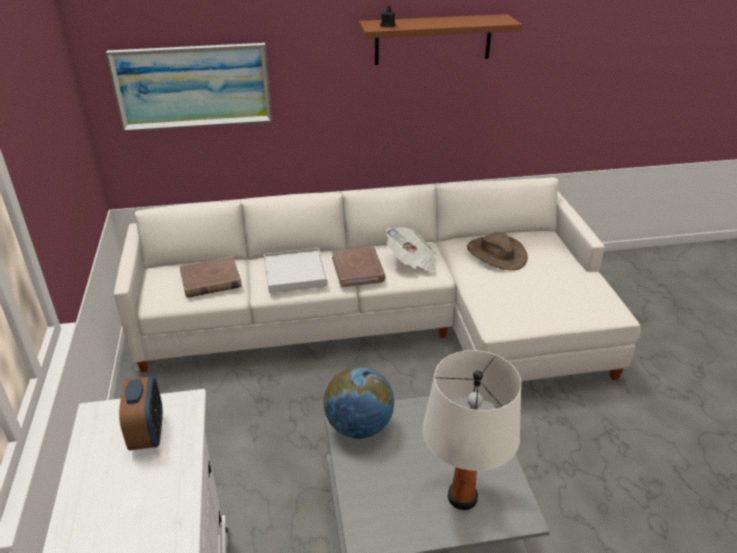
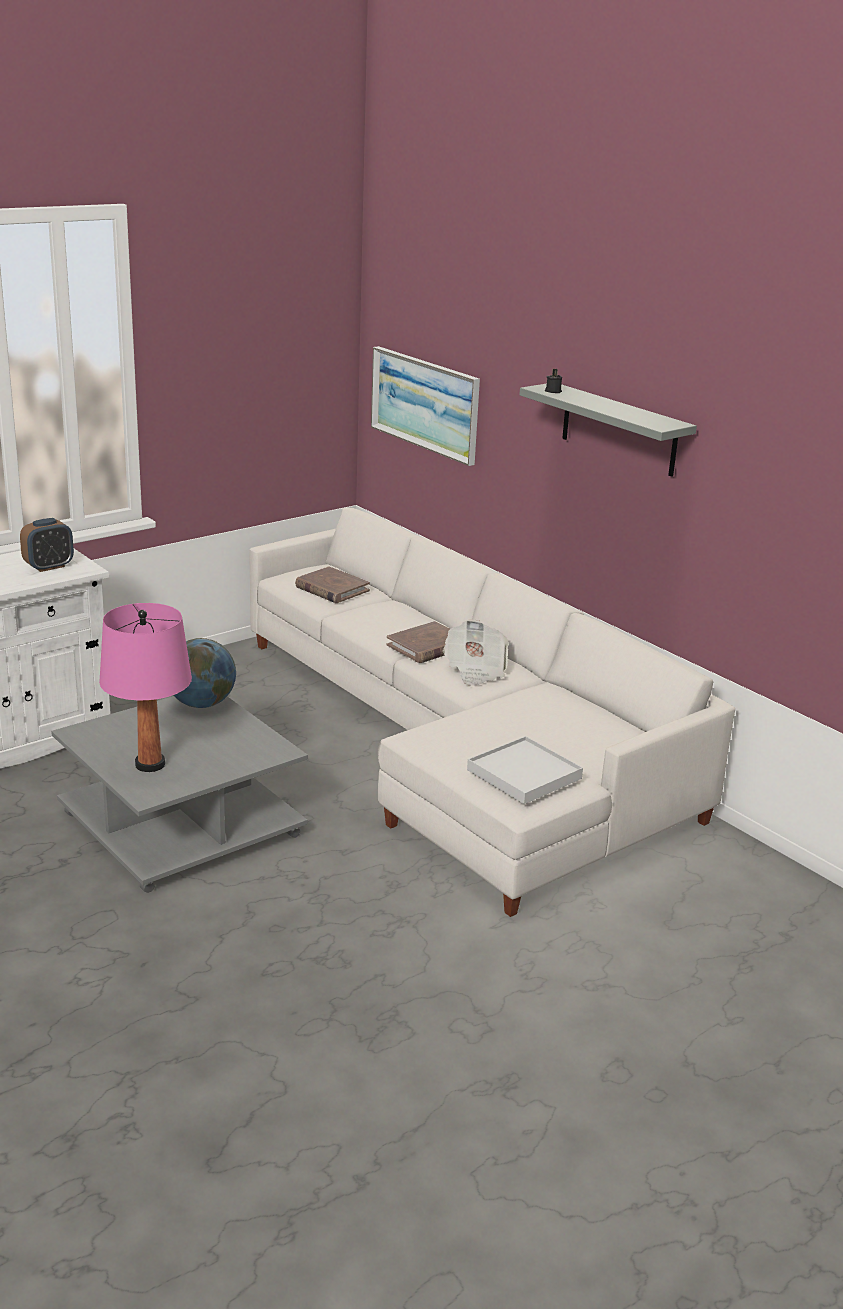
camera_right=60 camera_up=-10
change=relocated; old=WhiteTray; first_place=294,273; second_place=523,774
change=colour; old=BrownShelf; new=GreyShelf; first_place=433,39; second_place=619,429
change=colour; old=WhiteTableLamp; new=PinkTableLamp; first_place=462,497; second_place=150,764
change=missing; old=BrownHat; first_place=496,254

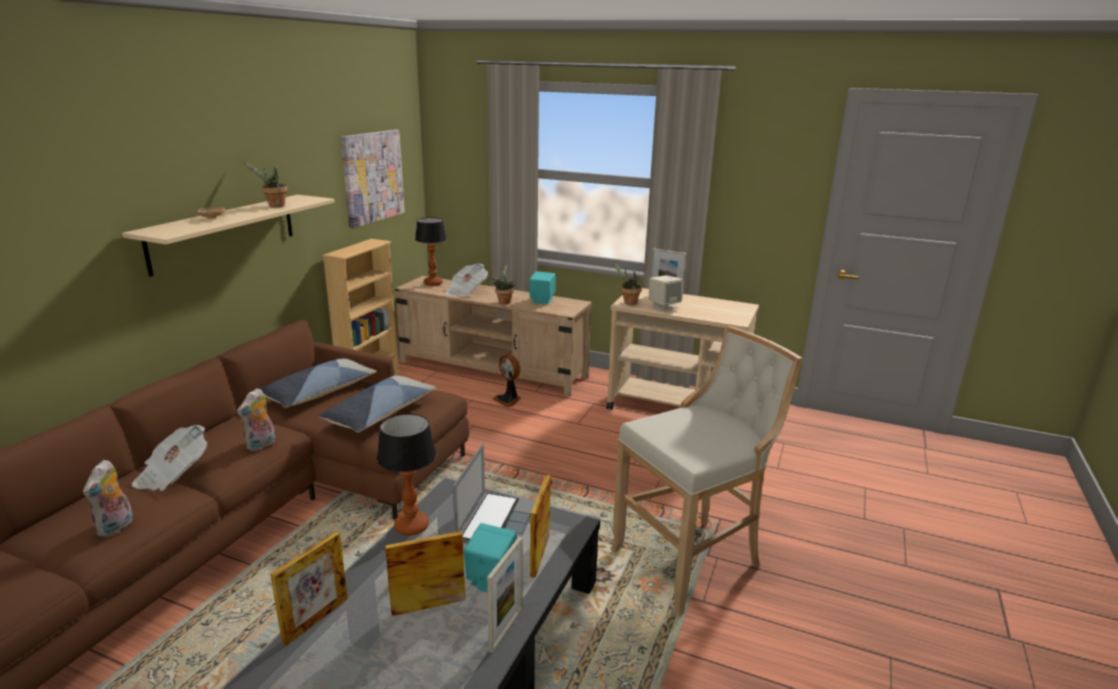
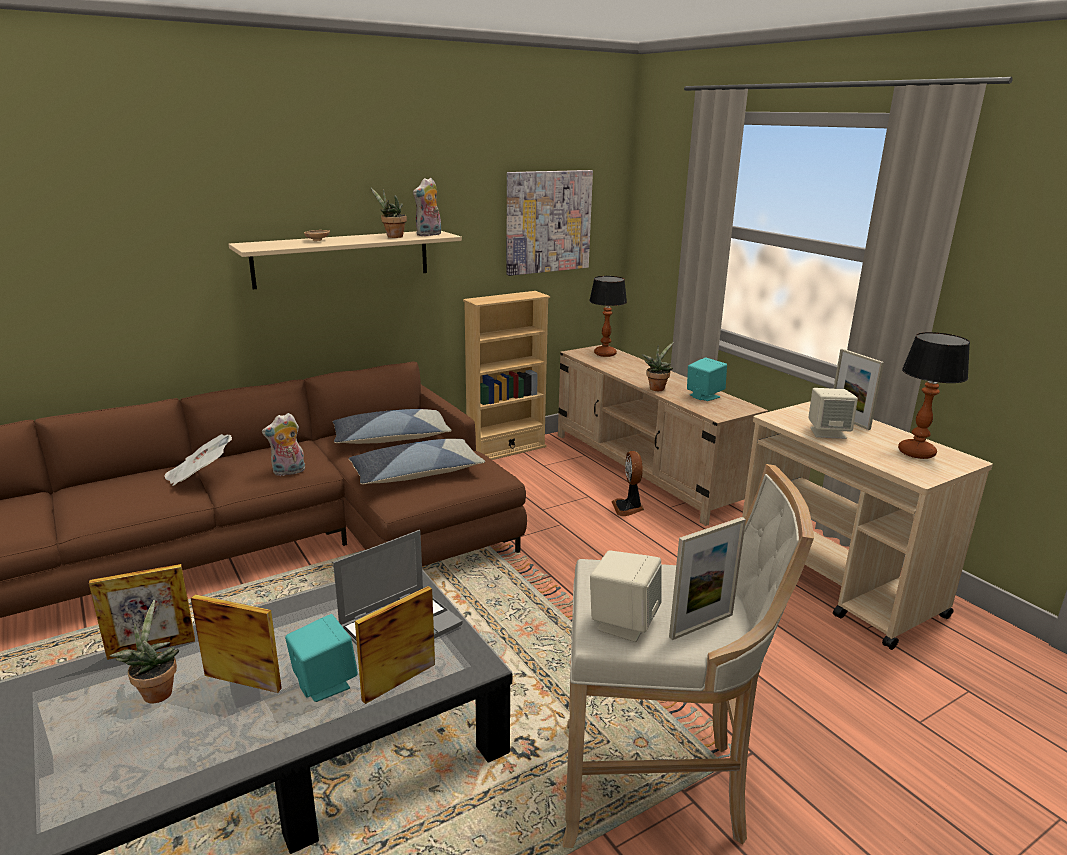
camera_right=35 camera_up=0
change=relocated; old=PlushToy; first_place=116,527; second_place=429,235
change=relocated; old=TableLamp; first_place=411,526; second_place=915,453
change=missing; old=Newspaper; first_place=466,291
change=relocated; old=PictureFrame; first_place=506,629; second_place=701,626
change=relocated; old=PottedPlant; first_place=628,302; second_place=156,692
change=appeared; new=BeigeSpeaker; second_place=623,623

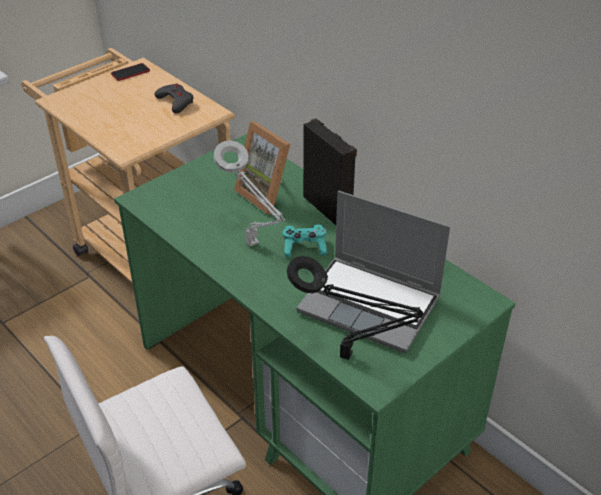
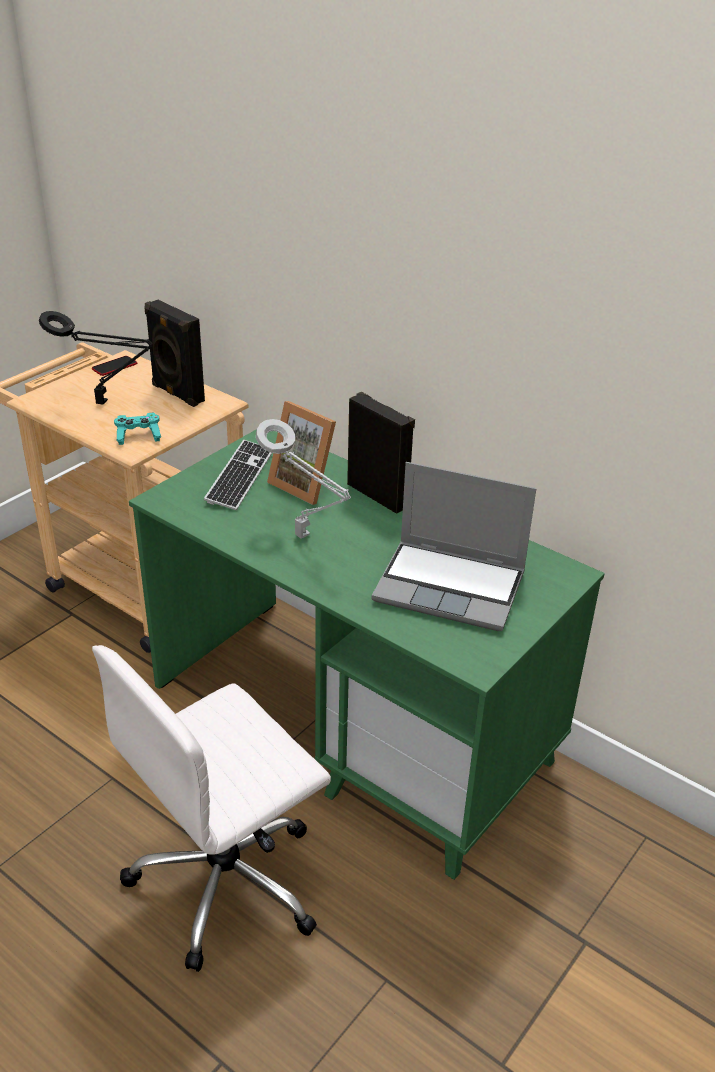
camera_right=-10 camera_up=-5
change=exchanged; old=GreyGameController; new=BlackSpeaker; first_place=175,101; second_place=176,394
change=relocated; old=TurquoiseGameController; first_place=304,247; second_place=138,436
change=relocated; old=BlackTableLamp; first_place=350,356; second_place=105,403
change=appeared; new=Keyboard; second_place=240,477

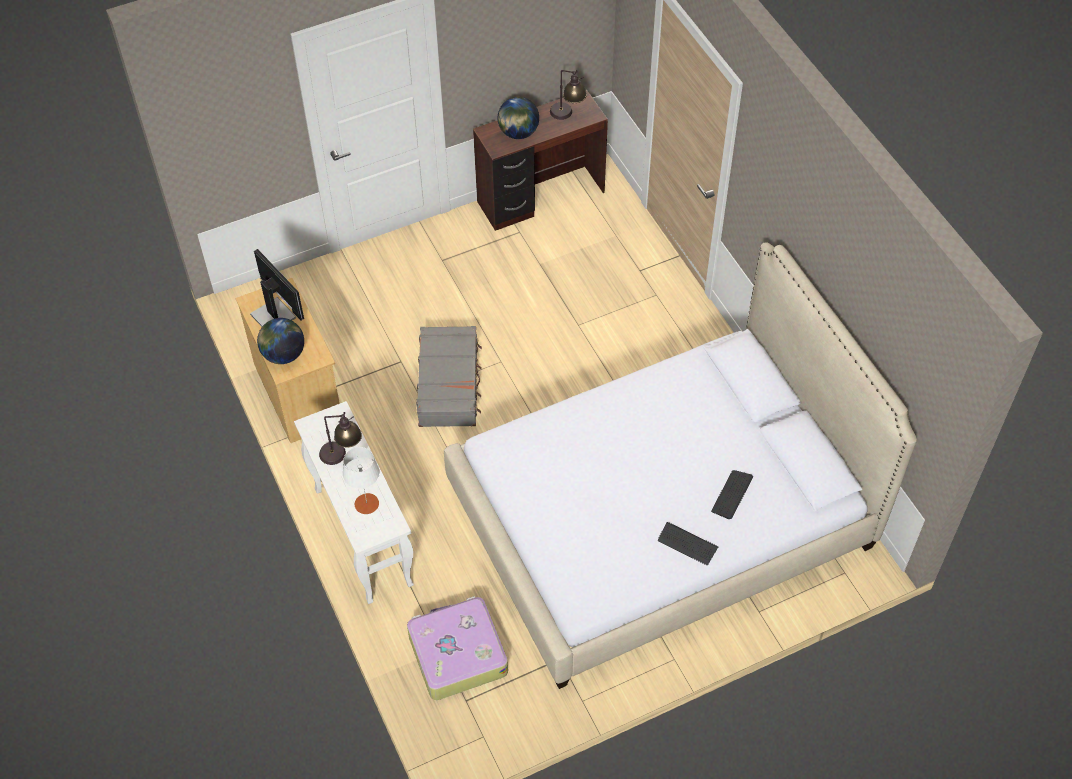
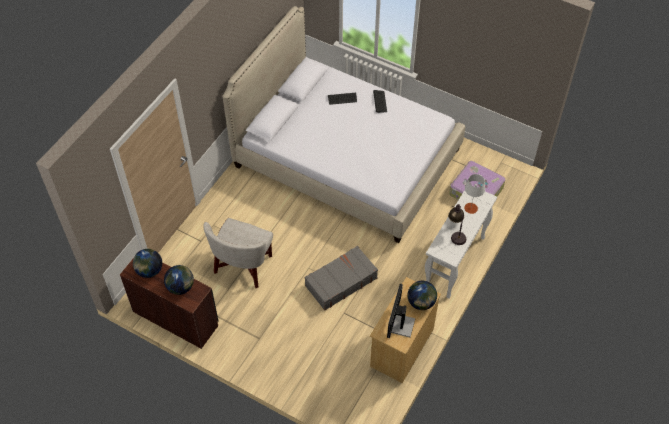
camera_right=-125 camera_up=0
change=exchanged; old=TableLamp; new=Globe; first_place=567,116; second_place=149,271
change=appeared; new=WhiteArmchair; second_place=243,265

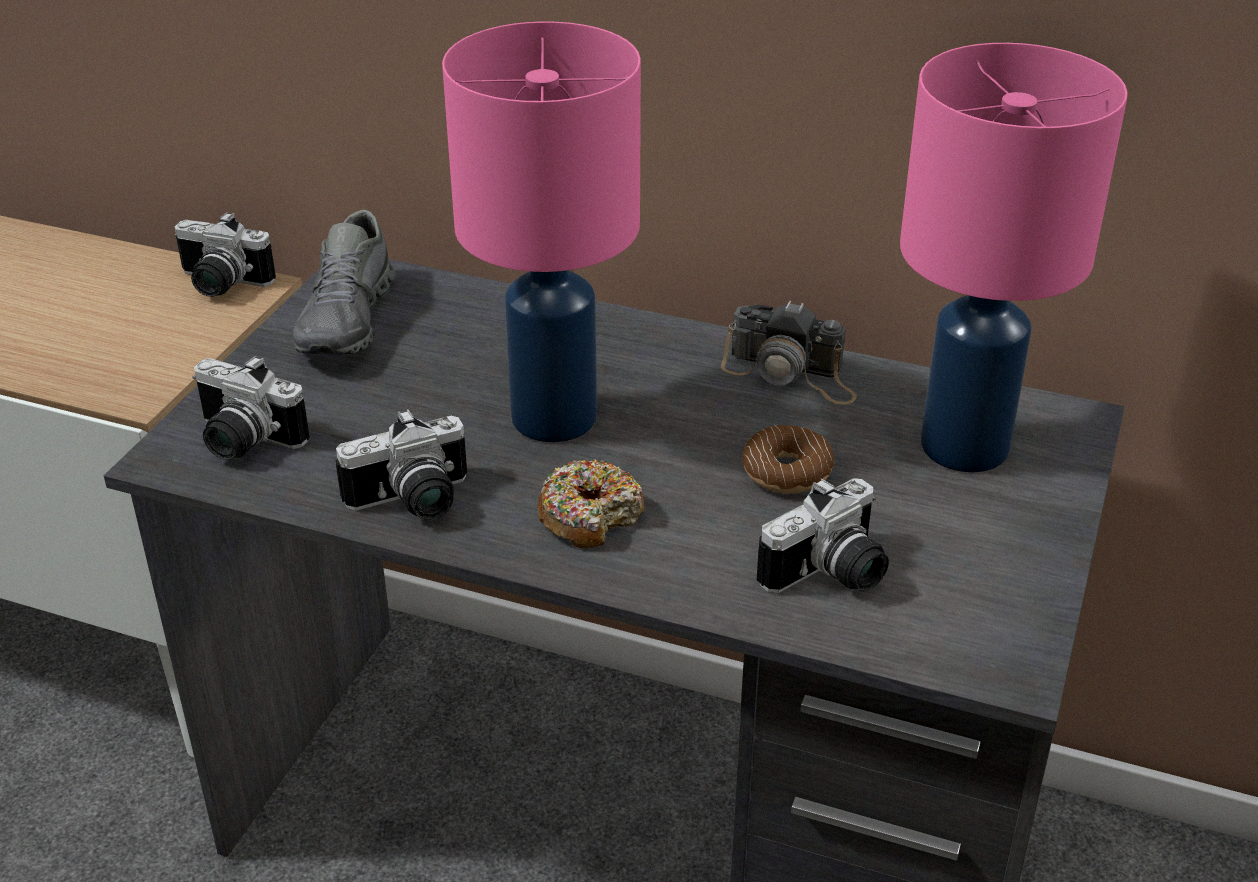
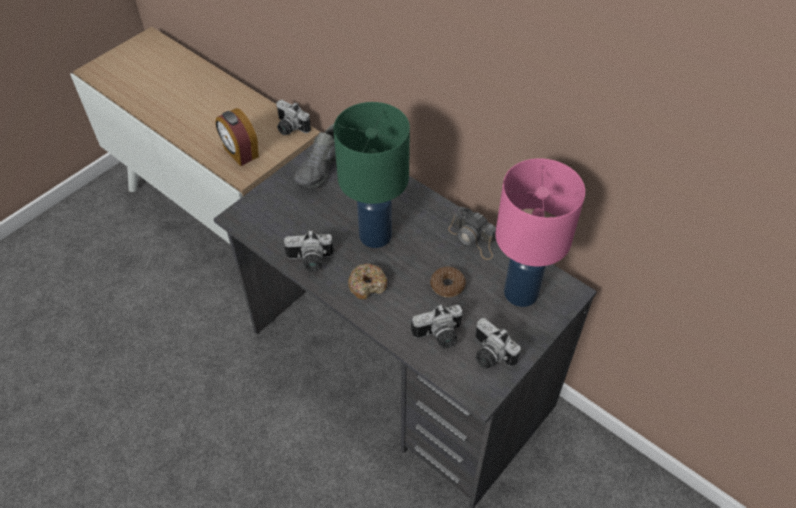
camera_right=20 camera_up=15
change=relocated; old=PhotoCamera; first_place=241,441; second_place=489,355
change=colour; old=PinkTableLamp; new=GreenTableLamp; first_place=552,419; second_place=374,236
change=appeared; new=AlarmClock; second_place=240,153

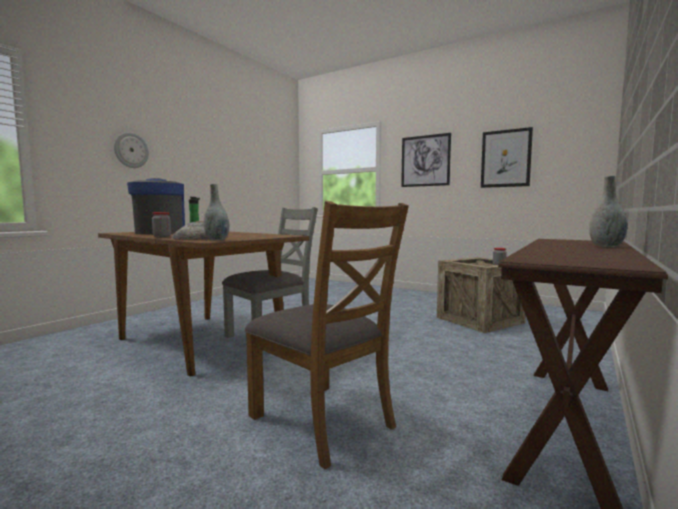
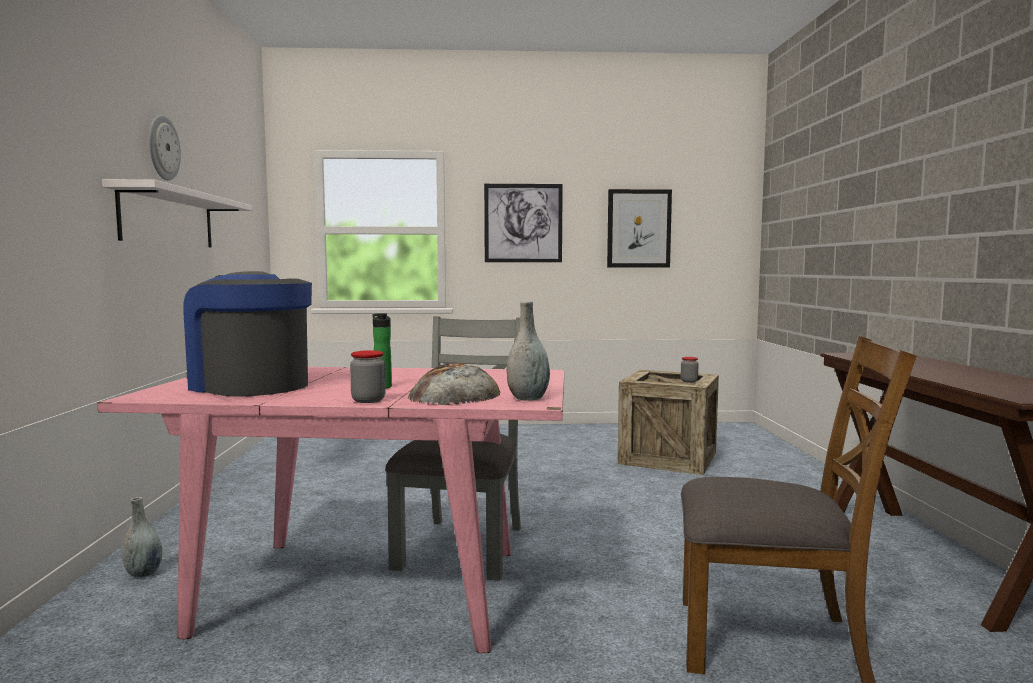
camera_right=-35 camera_up=0
change=colour; old=BrownDiningTable; new=PinkDiningTable; first_place=202,341; second_place=368,590
change=relocated; old=WallClock; first_place=131,150; second_place=162,148
change=relocated; old=GreyVase; first_place=606,246; second_place=143,573
change=appeared; new=WhiteShelf; second_place=169,219

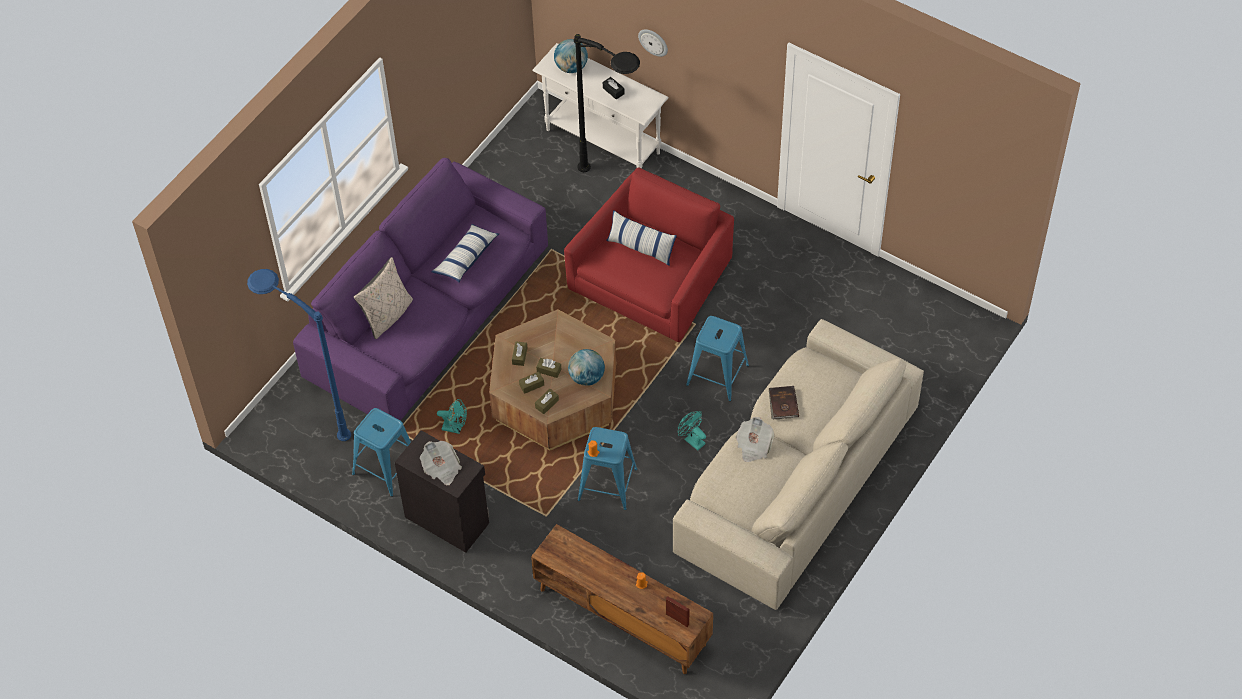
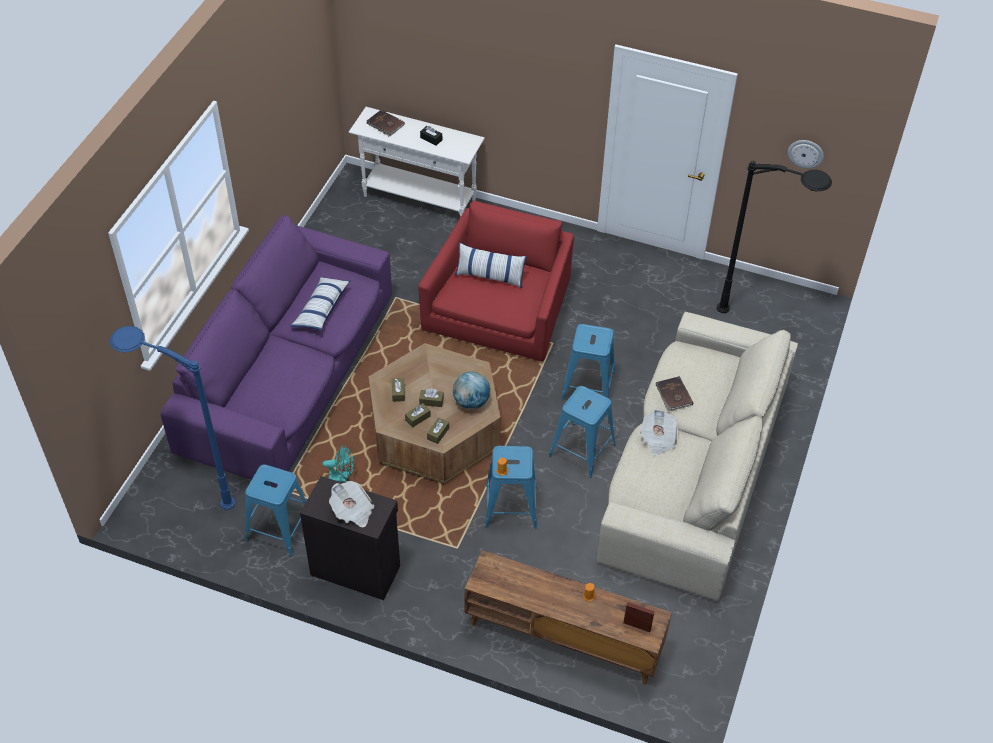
camera_right=-15 camera_up=-5
change=missing; old=BeigePillow; first_place=387,315
change=exchanged; old=Globe; new=BrownBook; first_place=571,67; second_place=385,124
change=relocated; old=BlackFloorLamp; first_place=615,188; second_place=762,323
change=relocated; old=WallClock; first_place=653,42; second_place=806,153
change=exchanged; old=TurquoiseFan; new=BlueStool; first_place=692,440; second_place=582,450

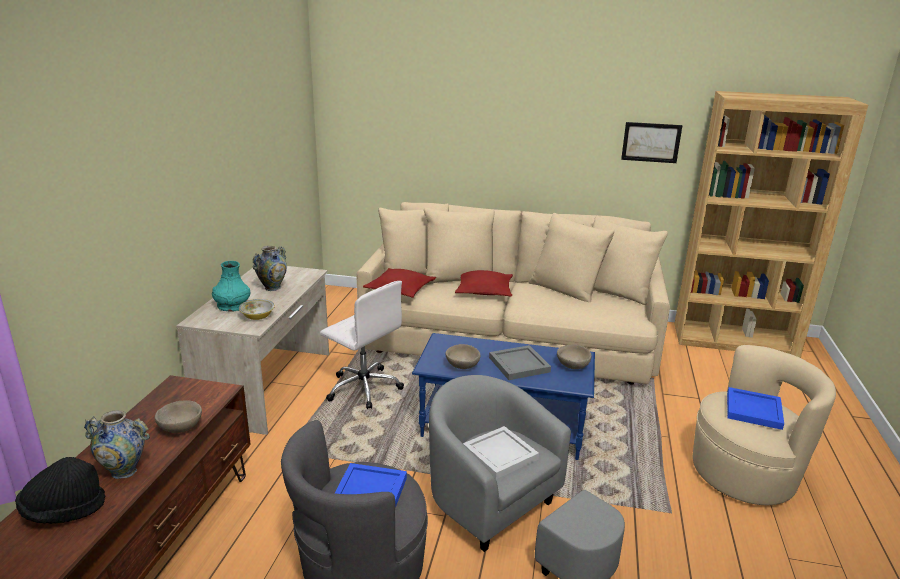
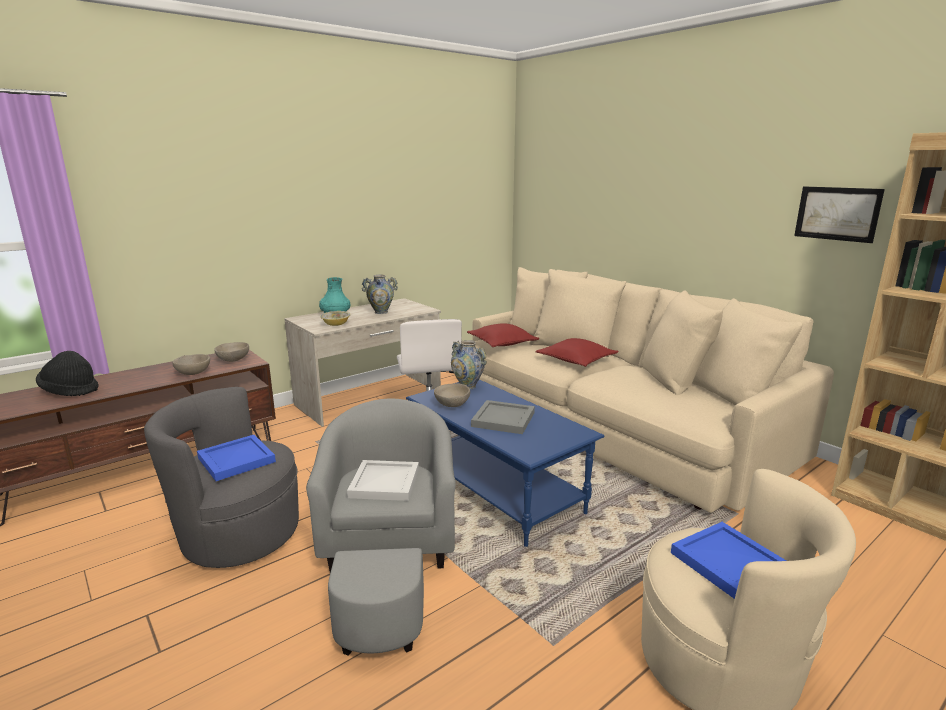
camera_right=40 camera_up=-5
change=relocated; old=Vase; first_place=124,471; second_place=468,386
change=relocated; old=BeigeBowl; first_place=572,366; second_place=233,360

